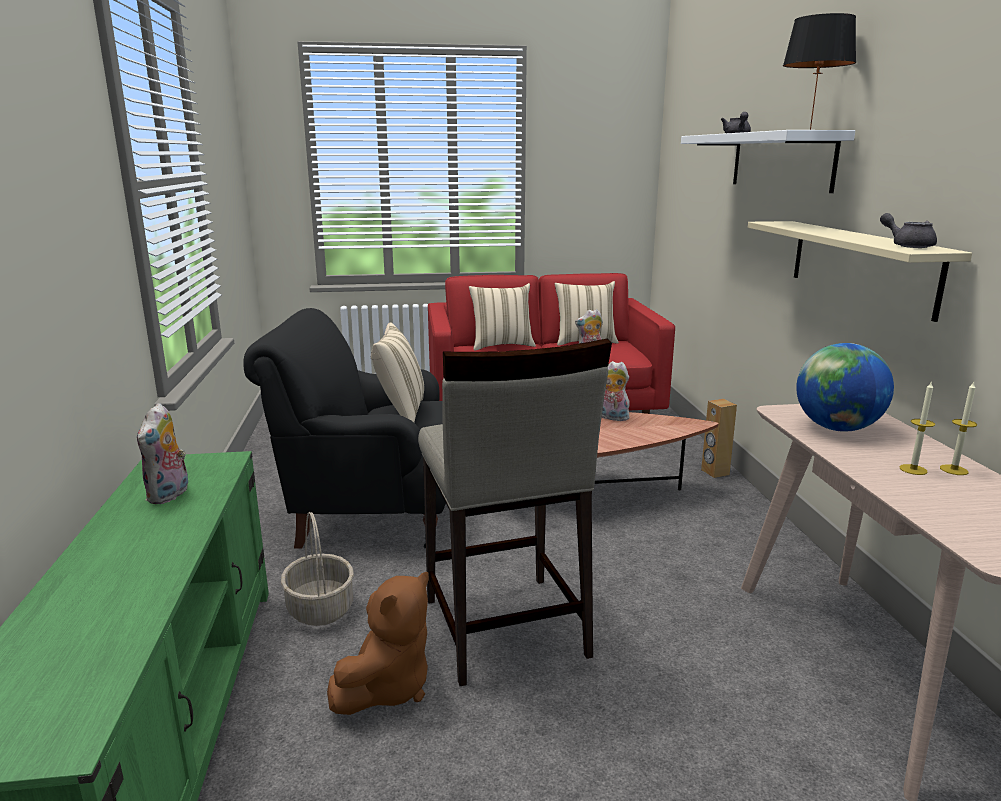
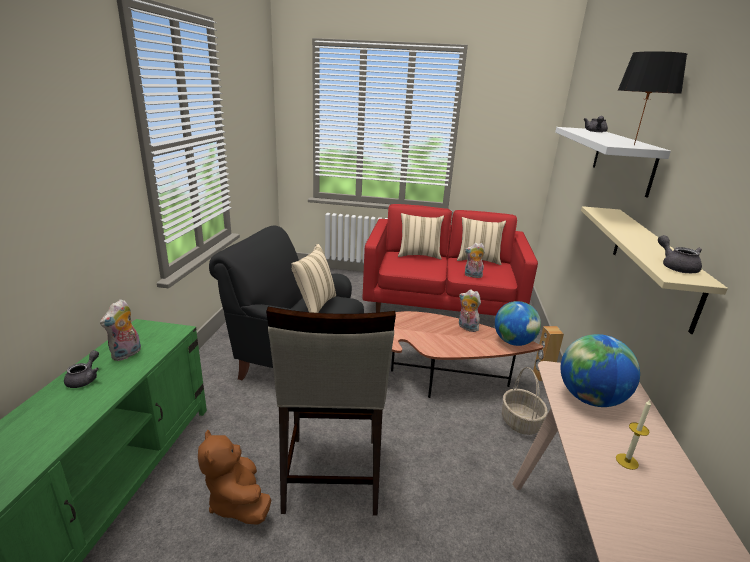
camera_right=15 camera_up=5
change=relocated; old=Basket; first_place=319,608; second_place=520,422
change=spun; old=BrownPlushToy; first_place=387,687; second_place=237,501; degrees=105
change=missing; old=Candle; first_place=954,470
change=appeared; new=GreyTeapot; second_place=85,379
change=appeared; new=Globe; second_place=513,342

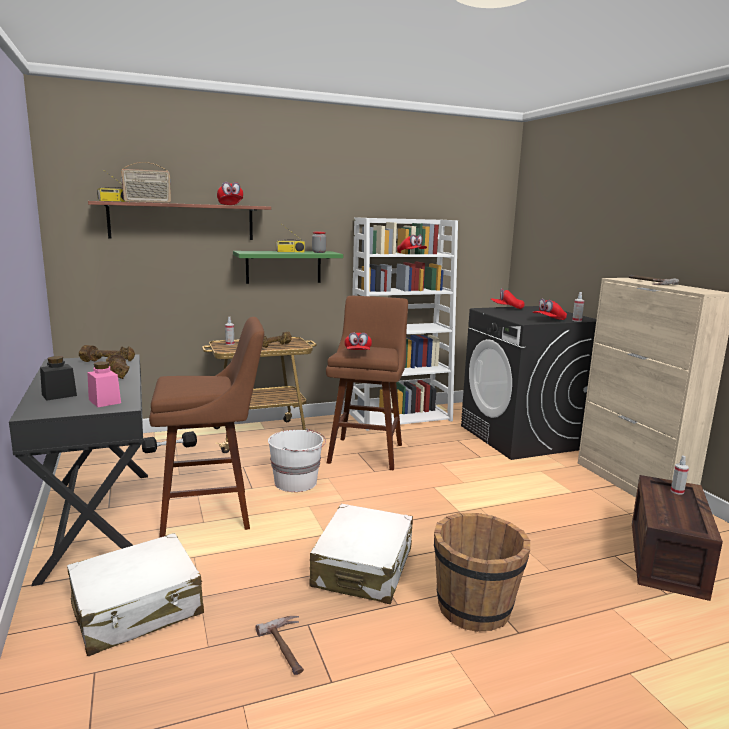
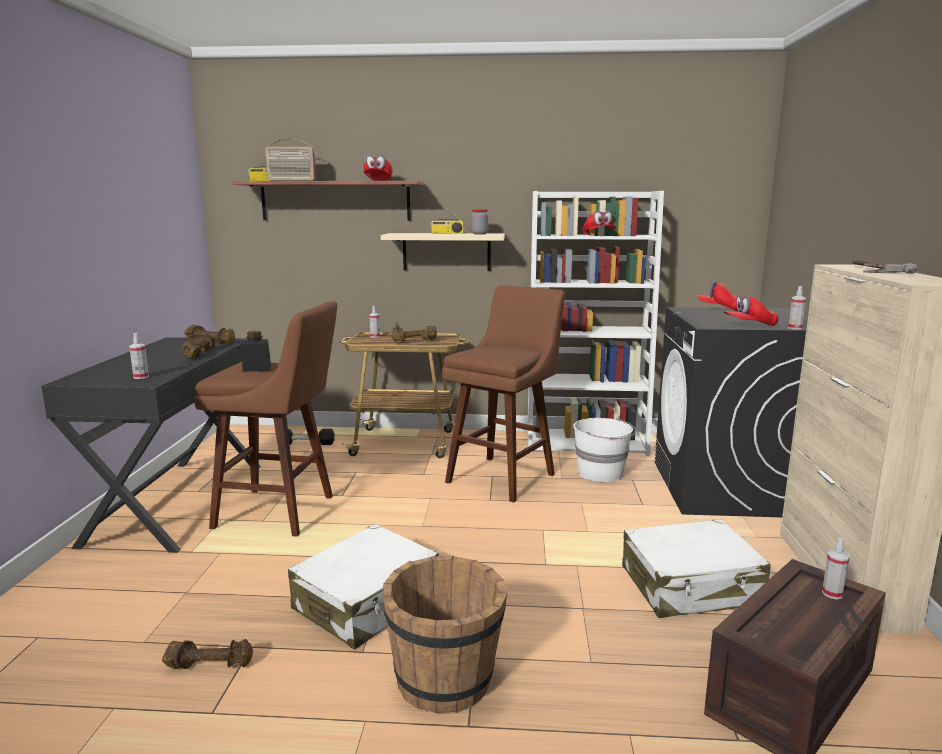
camera_right=25 camera_up=0
change=relocated; old=BlackJar; first_place=59,395; second_place=257,368
change=relocated; old=WhiteSuitcase; first_place=138,609; second_place=691,586
change=exchanged; old=PinkJar; new=SprayBottle; first_place=104,401; second_place=141,377
change=colour; old=GreenShelf; new=BeigeShelf; first_place=283,267; second_place=446,251
change=exchanged; old=Hammer; new=BrownDumbbell; first_place=289,647; second_place=210,665
change=relocated; old=WhiteBucket; first_place=296,482; second_place=601,473
change=missing; old=RedCap; first_place=357,353

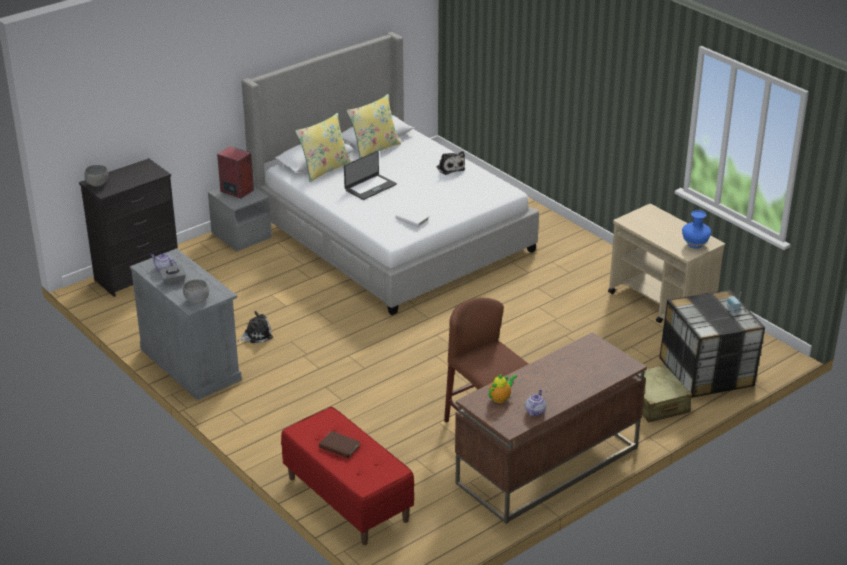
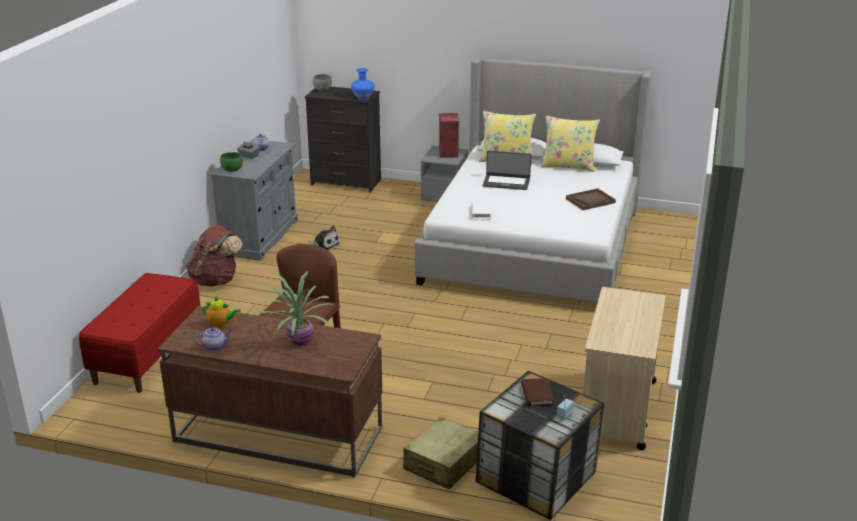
camera_right=55 camera_up=-5
change=colour; old=GreyBowl; new=GreenBowl; first_place=196,301; second_place=231,170
change=relocated; old=BrownBook; first_place=339,447; second_place=536,394
change=exchanged; old=PlushToy; new=BrownTray; first_place=450,168; second_place=590,200
change=relocated; old=BlueVase; first_place=695,244; second_place=363,97
change=appeared; new=BrownBackpack; second_place=216,280
change=appeared; new=PottedPlant; second_place=298,341

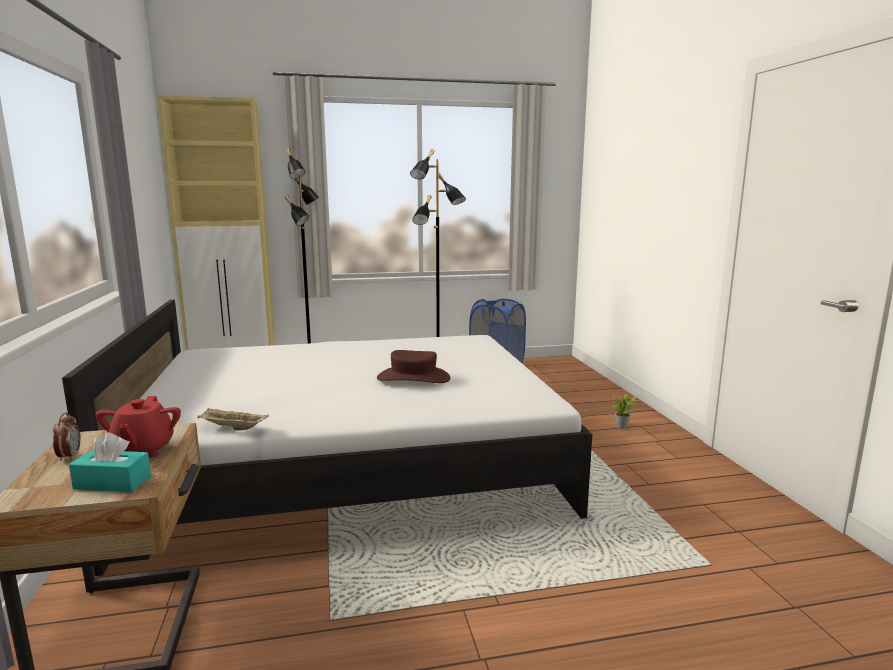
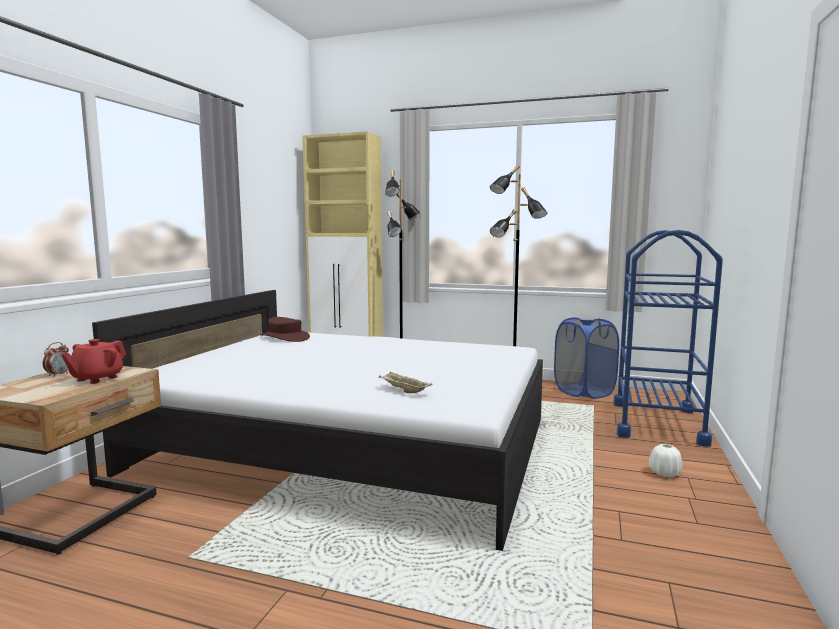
camera_right=30 camera_up=-5
change=missing; old=TurquoiseTissueBox; first_place=113,483
change=relocated; old=BeigeTray; first_place=232,428; second_place=404,391
change=relocated; old=BrownHat; first_place=413,378; second_place=285,337
change=exchanged; old=PottedPlant; new=WhiteVase; first_place=623,426; second_place=664,473
change=appeared; new=BlueCart; second_place=657,423

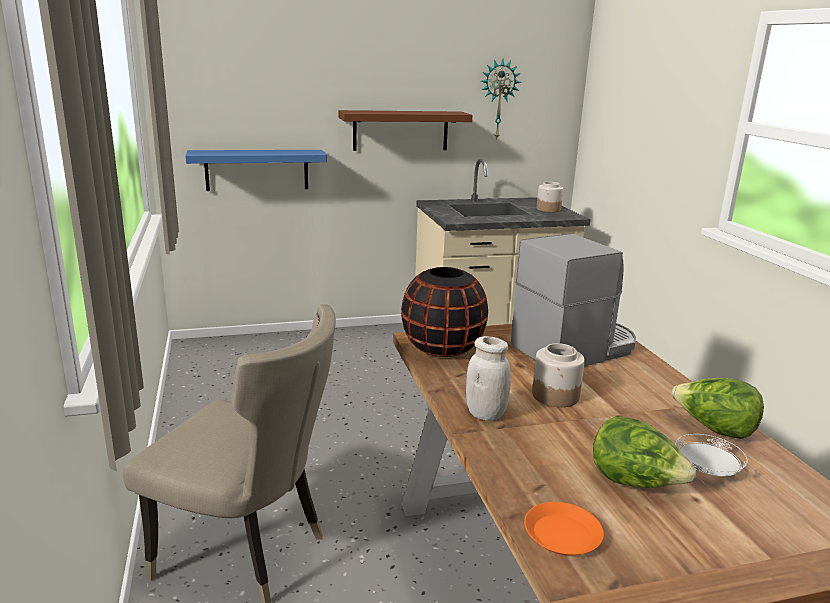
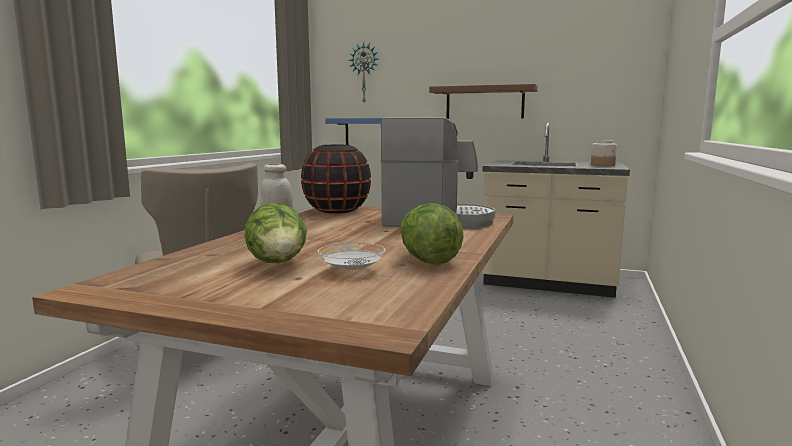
camera_right=35 camera_up=-10
change=relocated; old=WallClock; first_place=498,99; second_place=364,73
change=missing; old=OrangePlate; first_place=562,534
change=missing; old=Jar; first_place=556,396

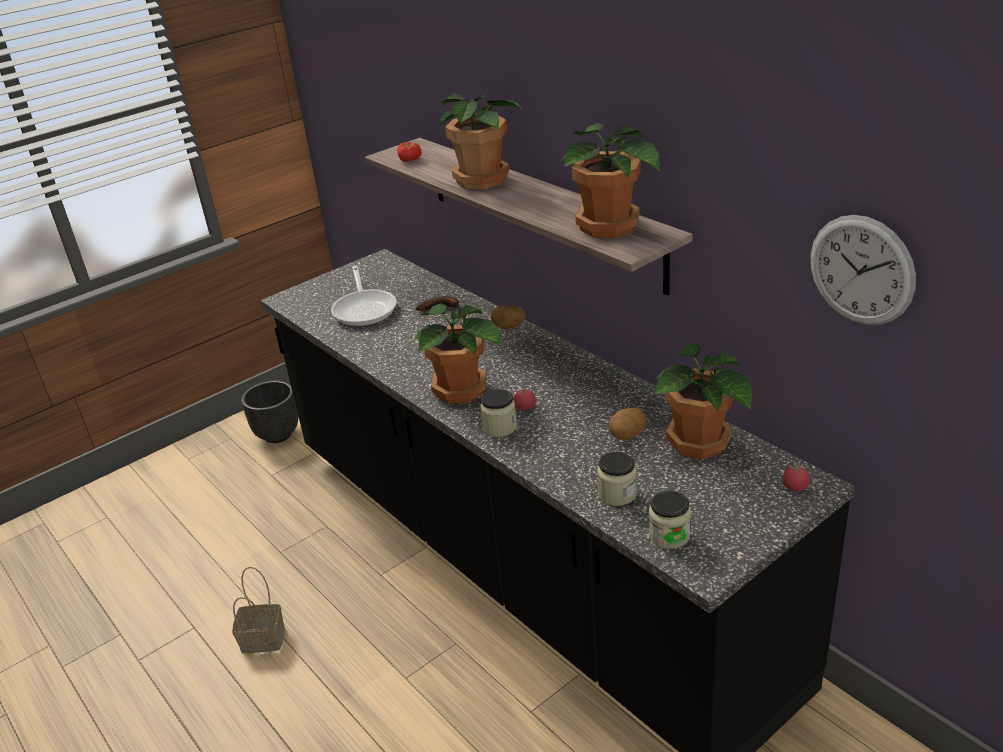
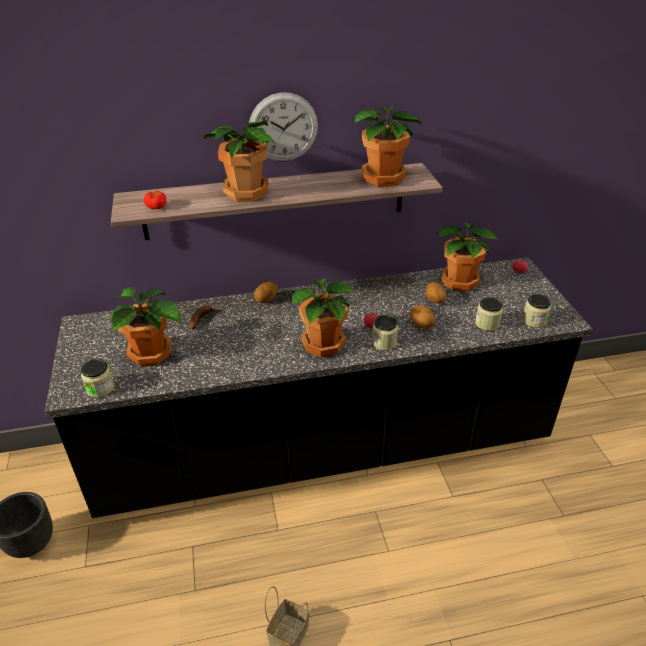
camera_right=-65 camera_up=5
change=exchanged; old=FryingPan; new=PottedPlant; first_place=365,309; second_place=151,354
change=relocated; old=WallClock; first_place=861,270; second_place=283,127
change=appeared; new=Jar; second_place=100,388
change=appeared; new=Potato; second_place=421,324

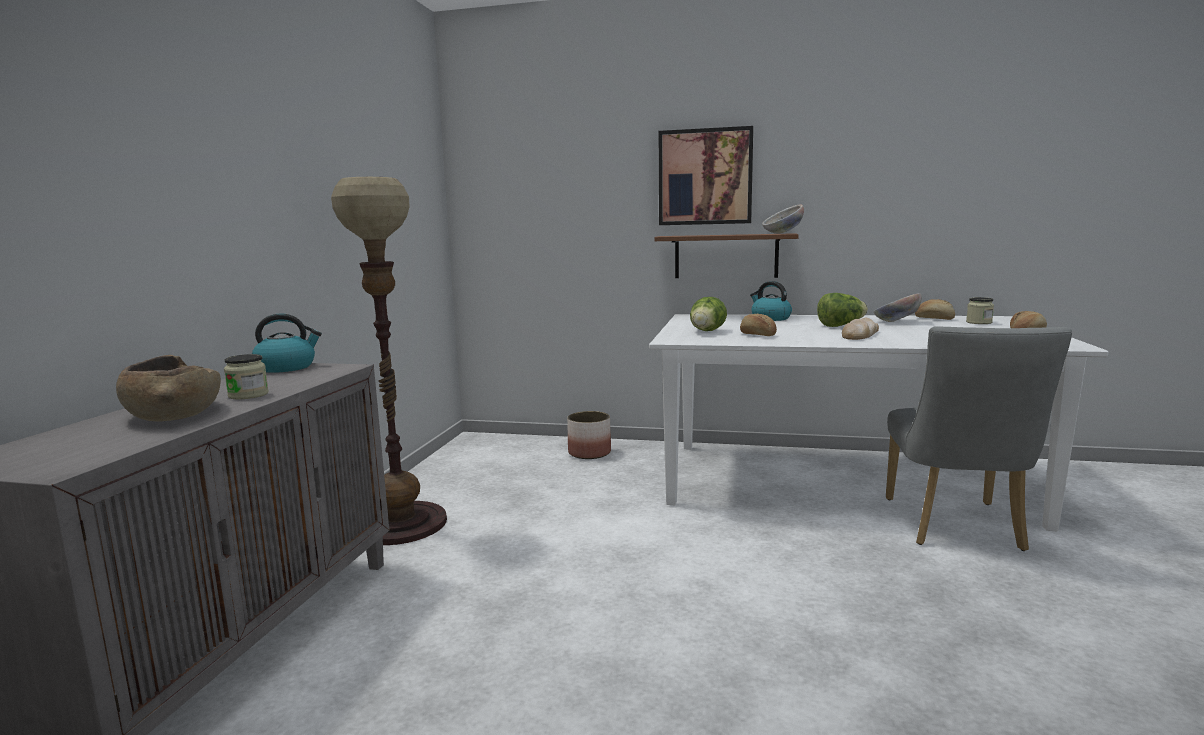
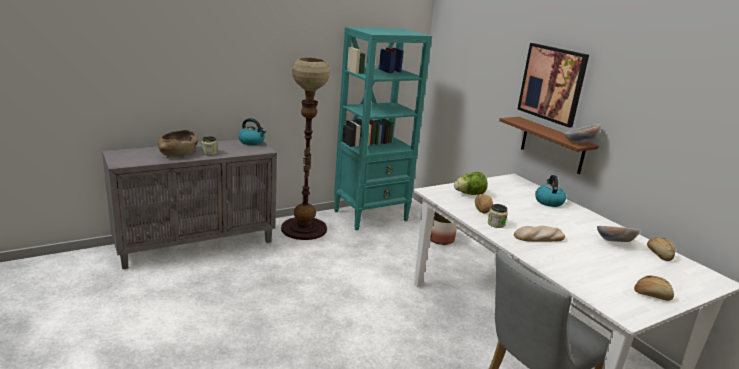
camera_right=45 camera_up=10
change=missing; old=Lettuce; first_place=840,326
change=relocated; old=Jar; first_place=979,322; second_place=496,224
change=appeared; new=TurquoiseBookcase; second_place=371,216

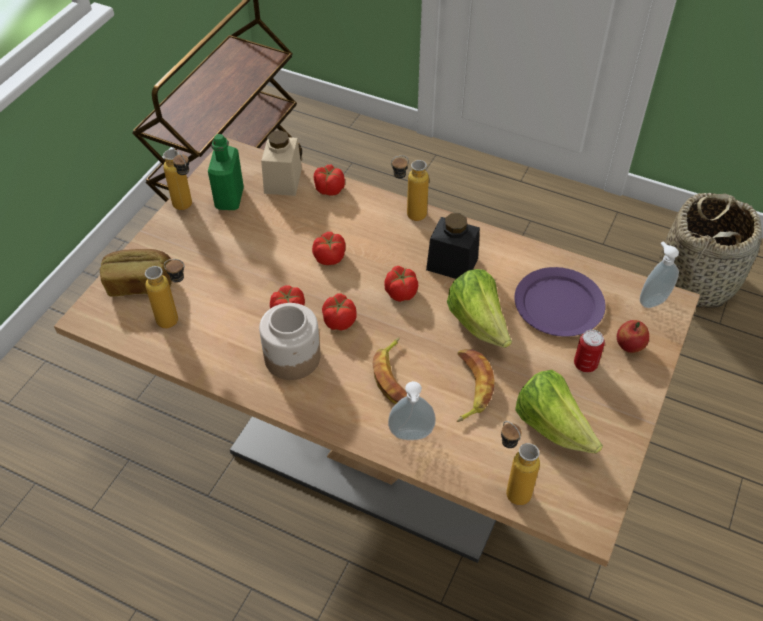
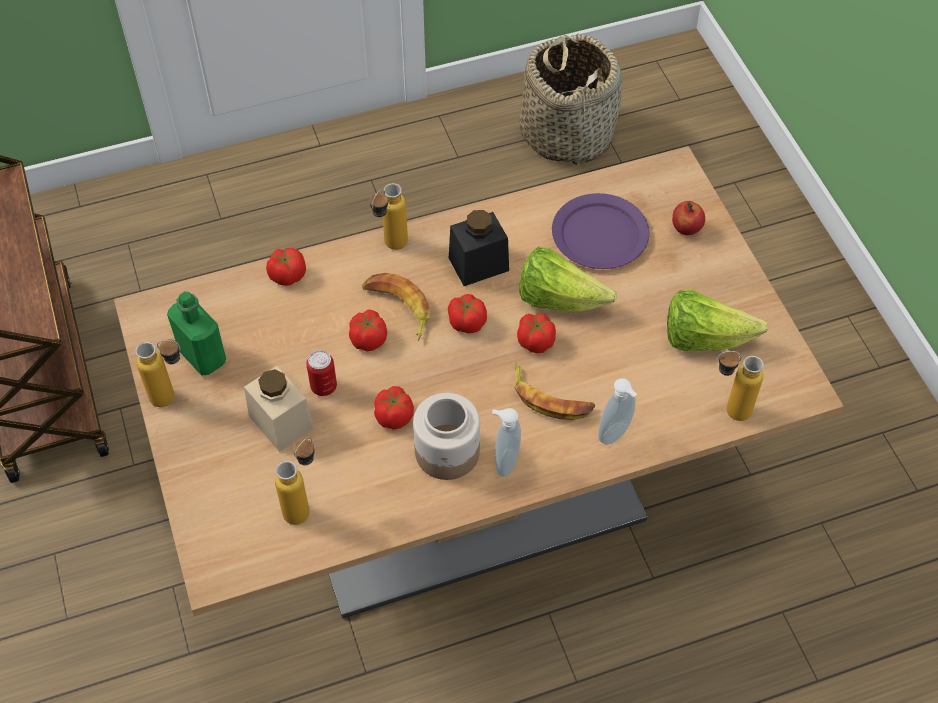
camera_right=-45 camera_up=5
change=missing; old=Bread; first_place=140,283
change=relocated; old=BeigeJar; first_place=283,181; second_place=281,422
change=relocated; old=Tomato; first_place=339,321; second_place=535,341
change=relocated; old=Banana; first_place=469,387; second_place=398,308
change=relocated; old=Can; first_place=585,364; second_place=323,386
change=relocated; old=SoapDispenser; first_place=652,300; second_place=504,461

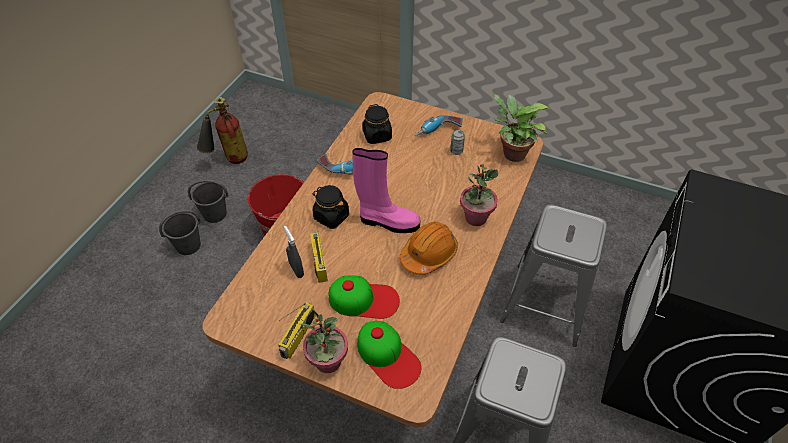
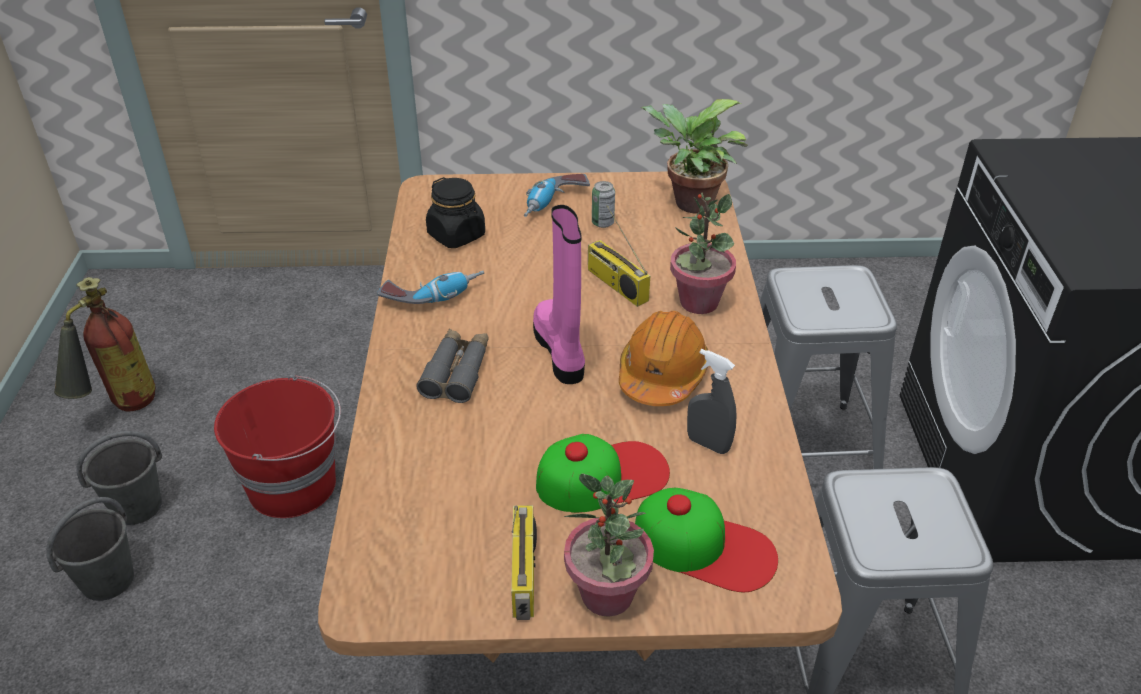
camera_right=-25 camera_up=-10
change=relocated; old=GreySprayBottle; first_place=296,270; second_place=708,444
change=relocated; old=Radio; first_place=318,262; second_place=615,284
change=exchanged; old=BlackJar; new=GreyBinoculars; first_place=331,216; second_place=457,372
change=spun; old=PinkBoot; first_place=387,222; second_place=561,350; degrees=-90

